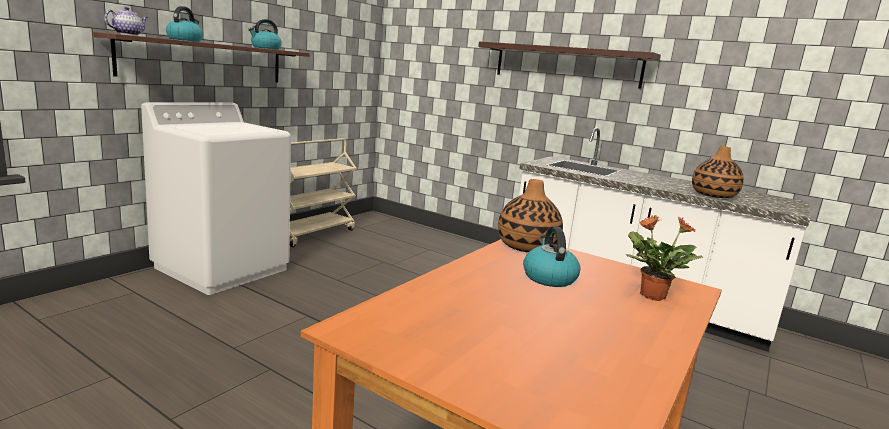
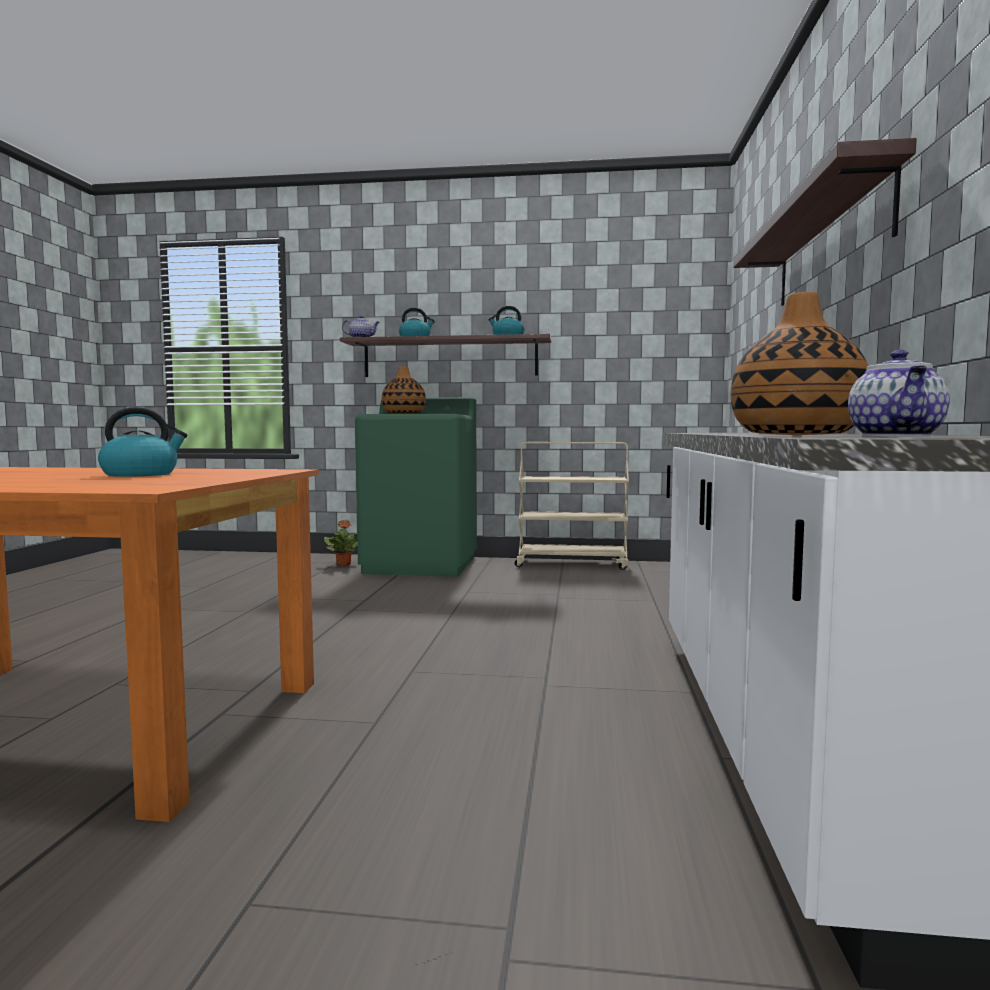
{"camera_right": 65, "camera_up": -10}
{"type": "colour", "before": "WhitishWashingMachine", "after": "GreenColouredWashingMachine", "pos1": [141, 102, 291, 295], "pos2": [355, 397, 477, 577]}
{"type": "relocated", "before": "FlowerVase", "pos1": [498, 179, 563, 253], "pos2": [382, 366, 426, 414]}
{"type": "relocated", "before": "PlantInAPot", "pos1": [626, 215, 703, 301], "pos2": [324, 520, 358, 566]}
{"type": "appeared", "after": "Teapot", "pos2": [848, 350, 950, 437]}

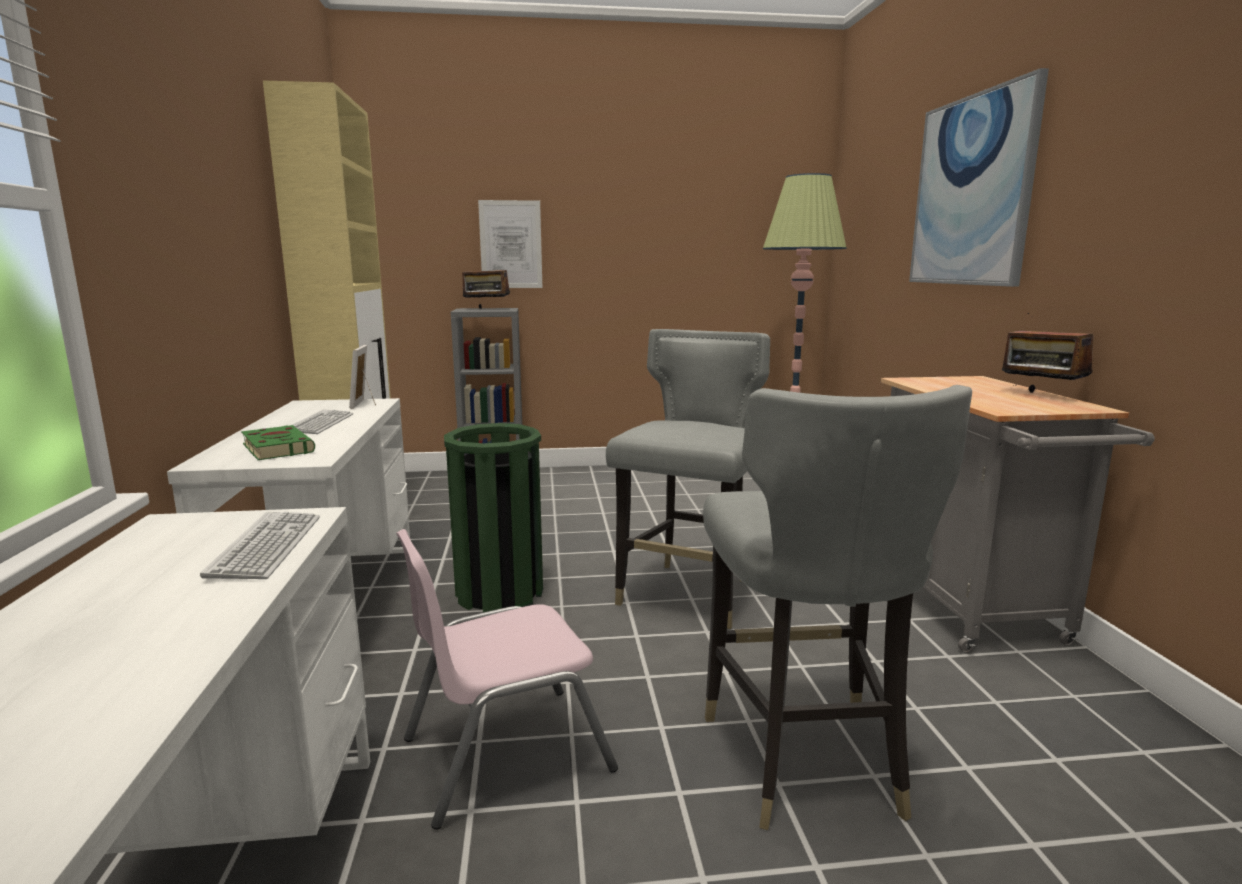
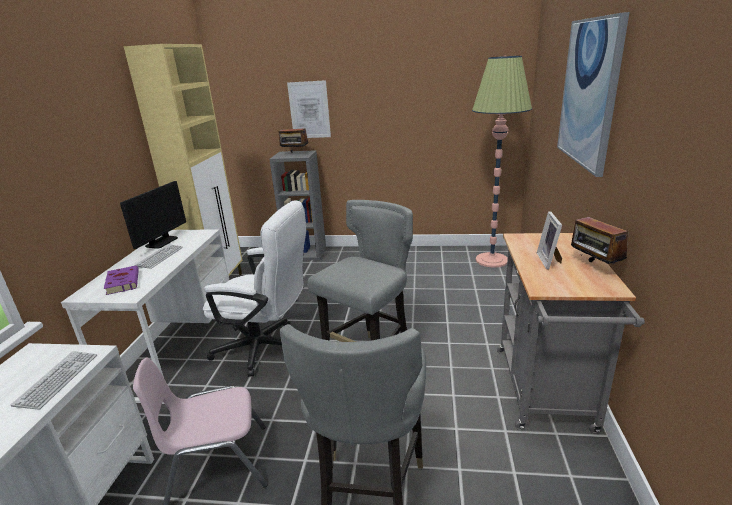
{"camera_right": 15, "camera_up": 10}
{"type": "colour", "before": "GreenColouredBook", "after": "PurpleColouredBook", "pos1": [241, 425, 315, 460], "pos2": [104, 266, 139, 295]}
{"type": "relocated", "before": "PhotoFrame", "pos1": [349, 345, 376, 409], "pos2": [537, 211, 562, 270]}
{"type": "exchanged", "before": "GreenColouredTrashCan", "after": "WhitishComputerChair", "pos1": [444, 423, 543, 612], "pos2": [203, 200, 306, 377]}
{"type": "appeared", "after": "Monitor", "pos2": [120, 181, 186, 249]}

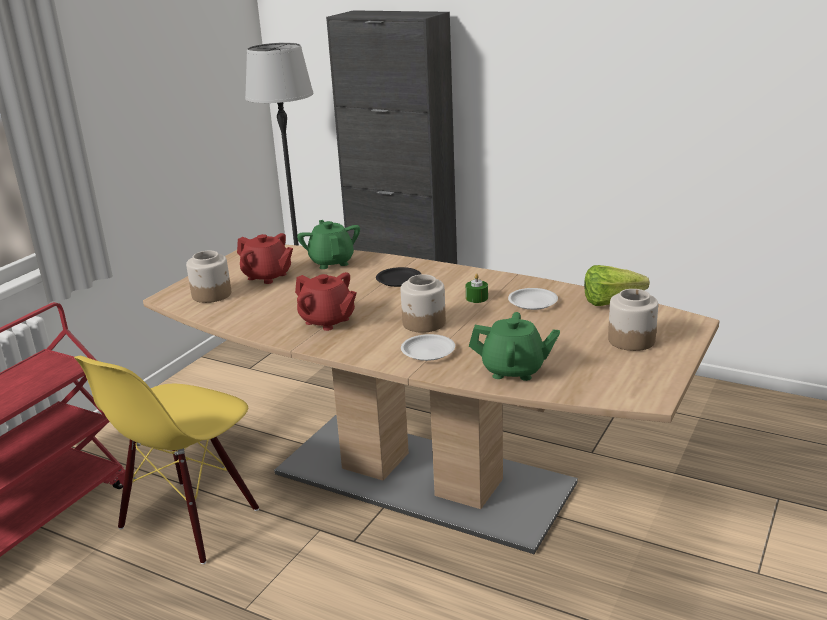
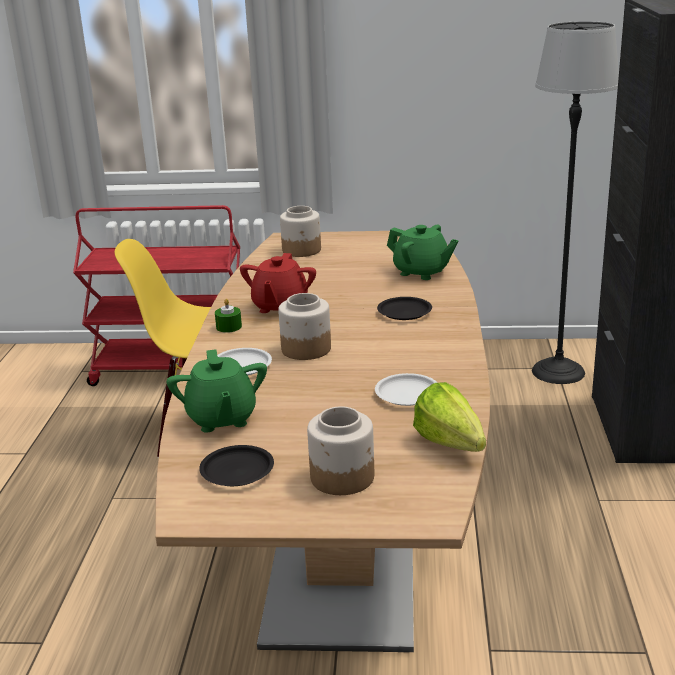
{"camera_right": 65, "camera_up": 0}
{"type": "missing", "before": "RedTeapot", "pos1": [237, 233, 293, 284]}
{"type": "spun", "before": "GreenColouredTeapot", "pos1": [297, 220, 360, 269], "pos2": [387, 225, 459, 280], "turn": 75}
{"type": "relocated", "before": "GreenColouredCandle", "pos1": [466, 273, 488, 303], "pos2": [215, 299, 242, 333]}
{"type": "appeared", "after": "BlackishPlate", "pos2": [199, 445, 274, 486]}

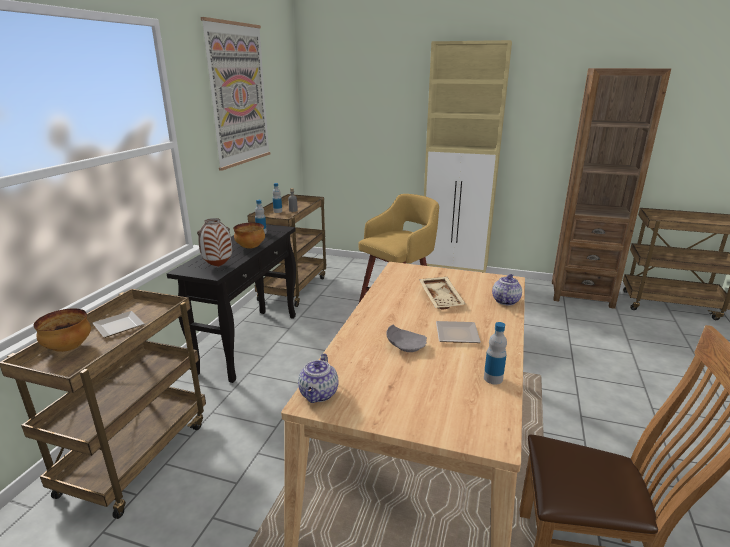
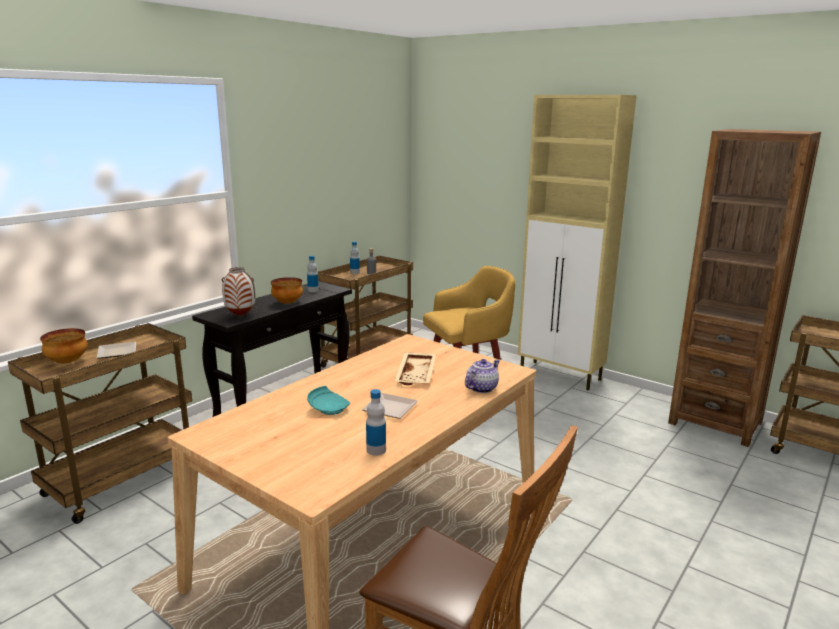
{"camera_right": 20, "camera_up": -5}
{"type": "missing", "before": "WallPicture", "pos1": [201, 17, 270, 171]}
{"type": "missing", "before": "Teapot", "pos1": [298, 353, 339, 403]}
{"type": "colour", "before": "GrayPlate", "after": "BlueGreenPlate", "pos1": [386, 324, 427, 352], "pos2": [307, 386, 350, 415]}

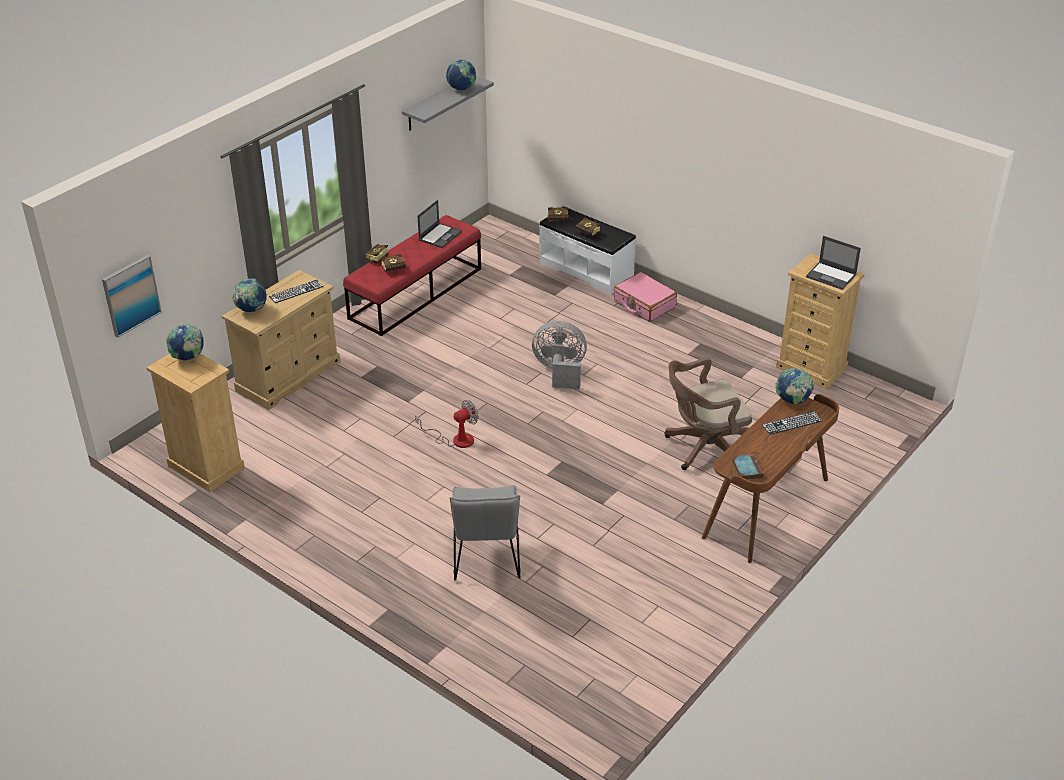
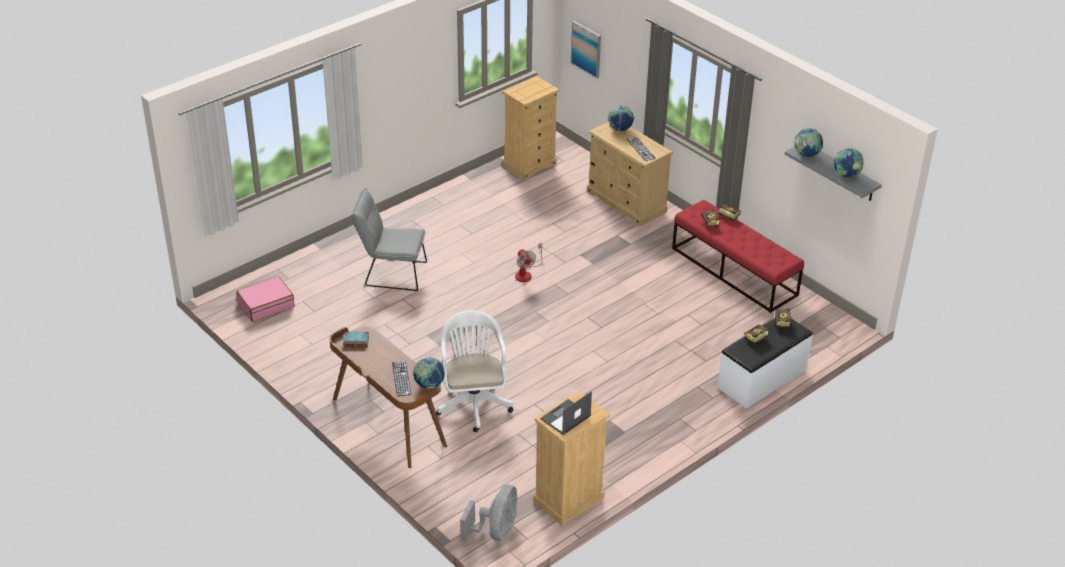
{"camera_right": 100, "camera_up": 0}
{"type": "relocated", "before": "Globe", "pos1": [166, 324, 204, 361], "pos2": [794, 128, 823, 157]}
{"type": "missing", "before": "NotebookComputer", "pos1": [418, 200, 462, 248]}
{"type": "relocated", "before": "GrayElectricFan", "pos1": [532, 321, 587, 390], "pos2": [460, 485, 518, 541]}
{"type": "relocated", "before": "PinkSuitcase", "pos1": [614, 272, 677, 322], "pos2": [236, 276, 294, 322]}
{"type": "colour", "before": "BrownishComputerChair", "after": "WhitishComputerChair", "pos1": [665, 357, 752, 470], "pos2": [436, 310, 514, 432]}

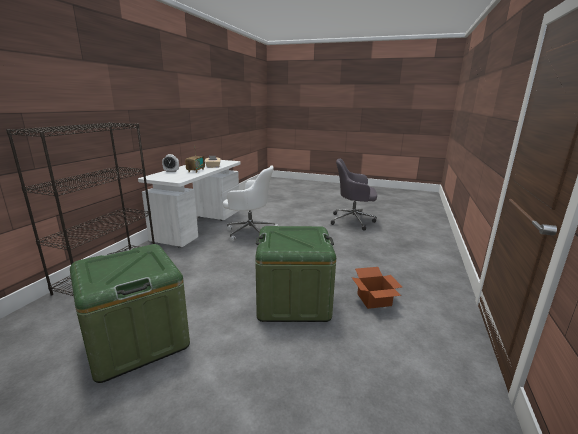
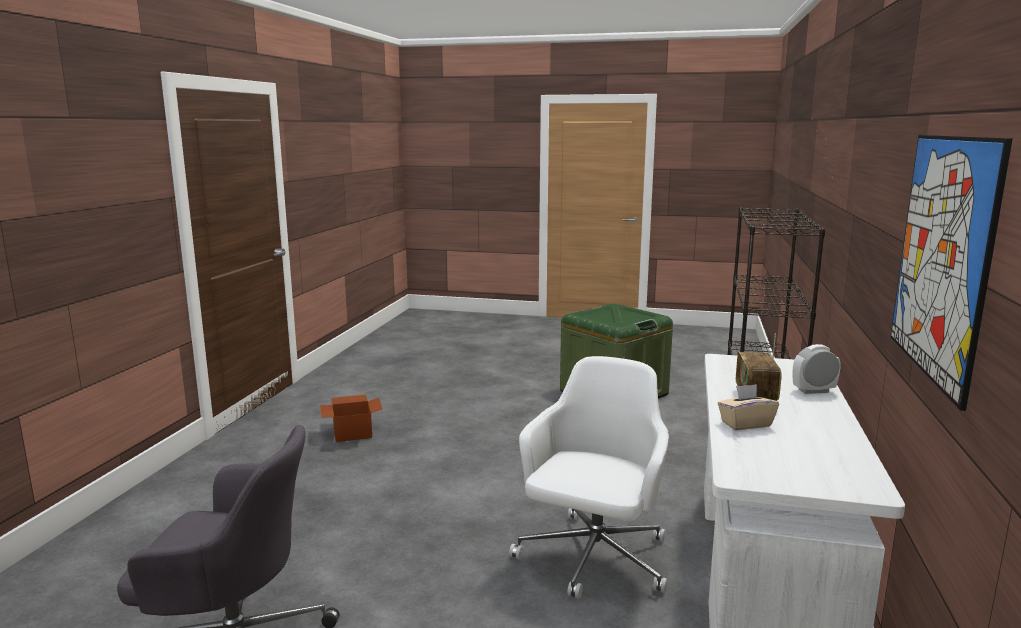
{"camera_right": 175, "camera_up": -5}
{"type": "spun", "before": "WhitishComputerChair", "pos1": [223, 165, 278, 242], "pos2": [509, 356, 669, 599], "turn": 105}
{"type": "missing", "before": "GreenColouredStorageBox", "pos1": [255, 226, 336, 322]}
{"type": "appeared", "after": "WallPicture", "pos2": [890, 135, 1013, 411]}

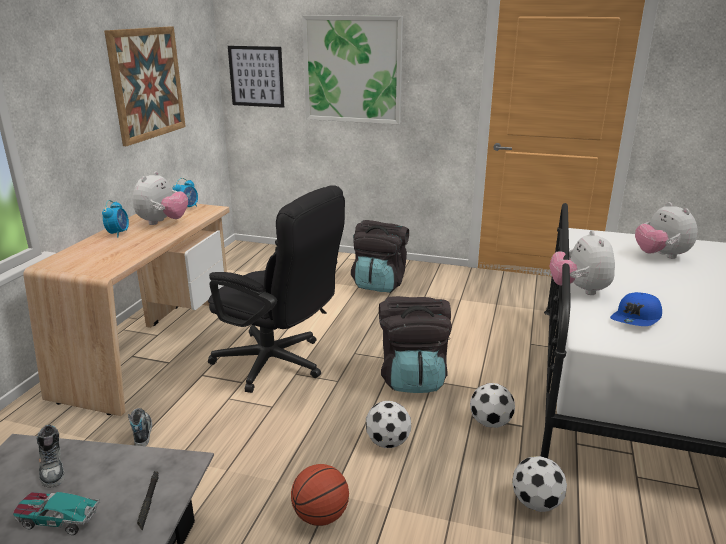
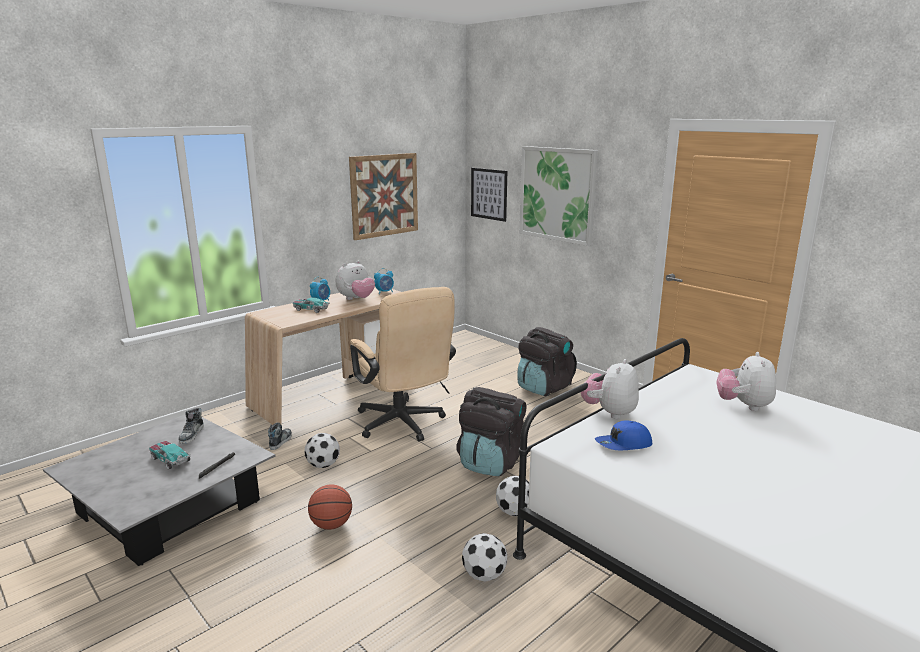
{"camera_right": 30, "camera_up": -5}
{"type": "colour", "before": "BlackishComputerChair", "after": "BeigeColouredComputerChair", "pos1": [208, 185, 345, 393], "pos2": [350, 287, 456, 442]}
{"type": "relocated", "before": "BallForFootball", "pos1": [366, 401, 411, 448], "pos2": [304, 433, 340, 468]}
{"type": "appeared", "after": "MiniatureCar", "pos2": [293, 297, 330, 313]}

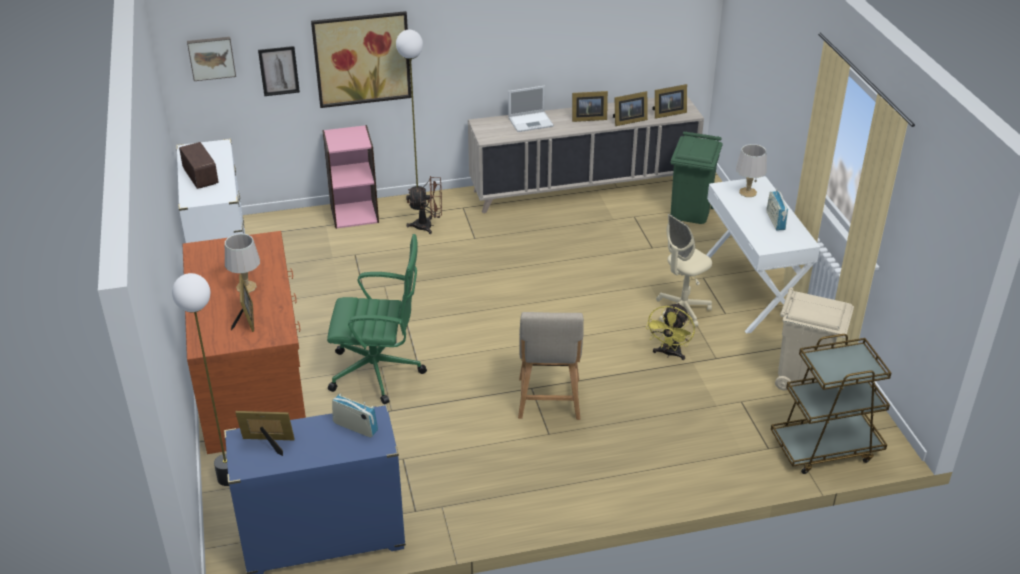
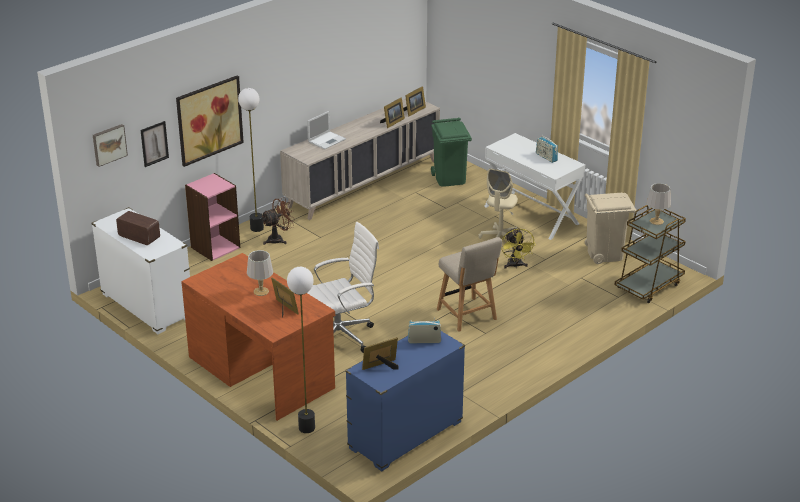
{"camera_right": -30, "camera_up": -5}
{"type": "colour", "before": "GreenColouredComputerChair", "after": "WhitishComputerChair", "pos1": [327, 234, 427, 404], "pos2": [307, 222, 379, 353]}
{"type": "missing", "before": "PhotoFrame", "pos1": [572, 91, 608, 122]}
{"type": "relocated", "before": "GrayTableLamp", "pos1": [736, 144, 767, 197], "pos2": [647, 183, 671, 225]}

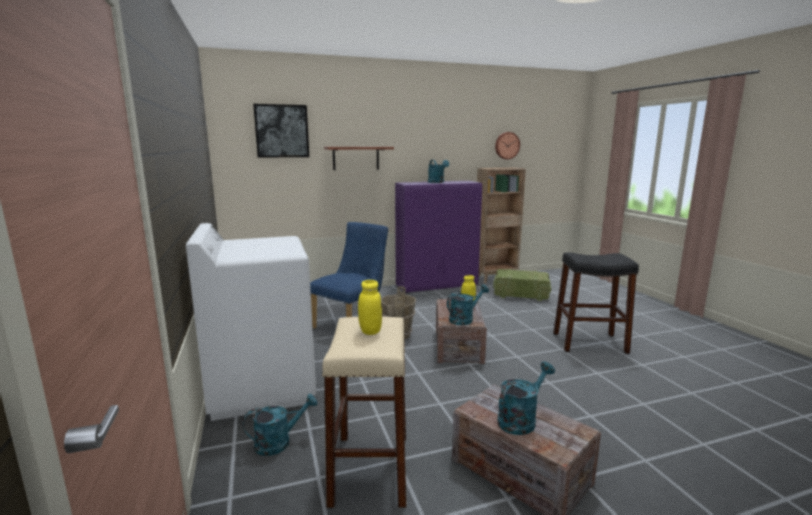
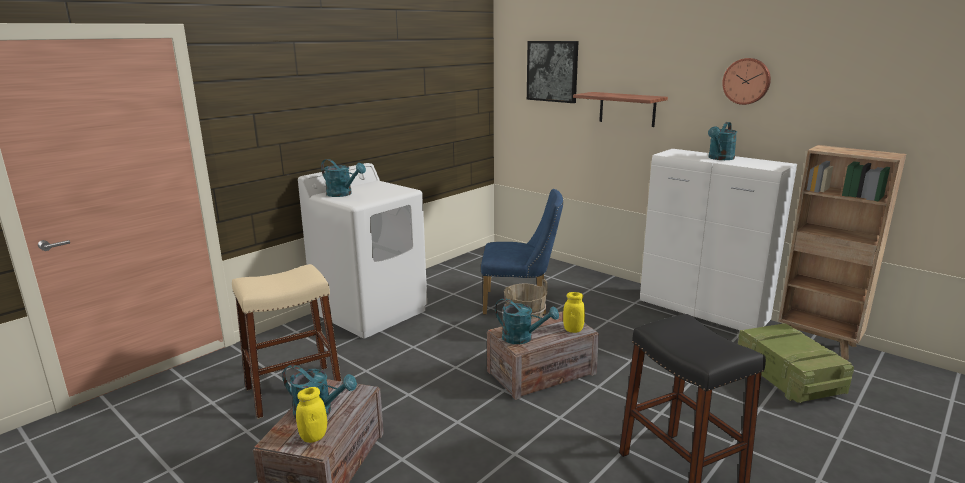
{"camera_right": 60, "camera_up": 5}
{"type": "relocated", "before": "BlueGreenSprinklingCan", "pos1": [243, 394, 317, 456], "pos2": [321, 159, 366, 197]}
{"type": "relocated", "before": "YellowStorageJar", "pos1": [358, 280, 382, 335], "pos2": [296, 387, 327, 443]}
{"type": "colour", "before": "PurpleColouredCabinet", "after": "WhitishCabinet", "pos1": [395, 181, 482, 294], "pos2": [640, 149, 797, 330]}
{"type": "relocated", "before": "WallClock", "pos1": [495, 132, 520, 159], "pos2": [722, 58, 771, 105]}

